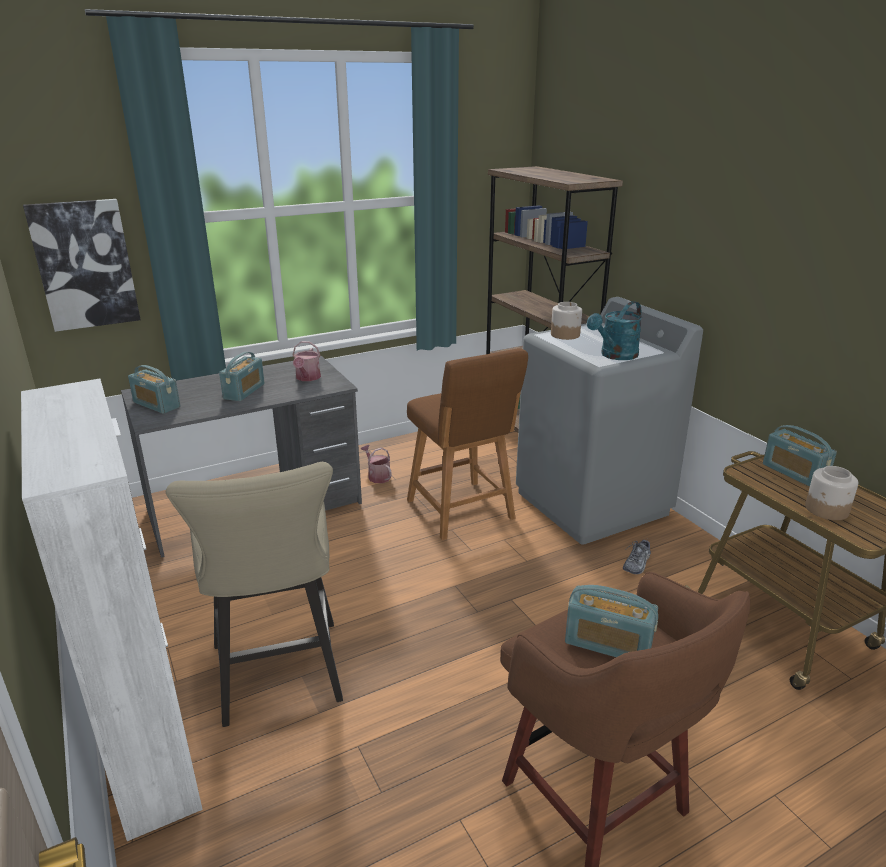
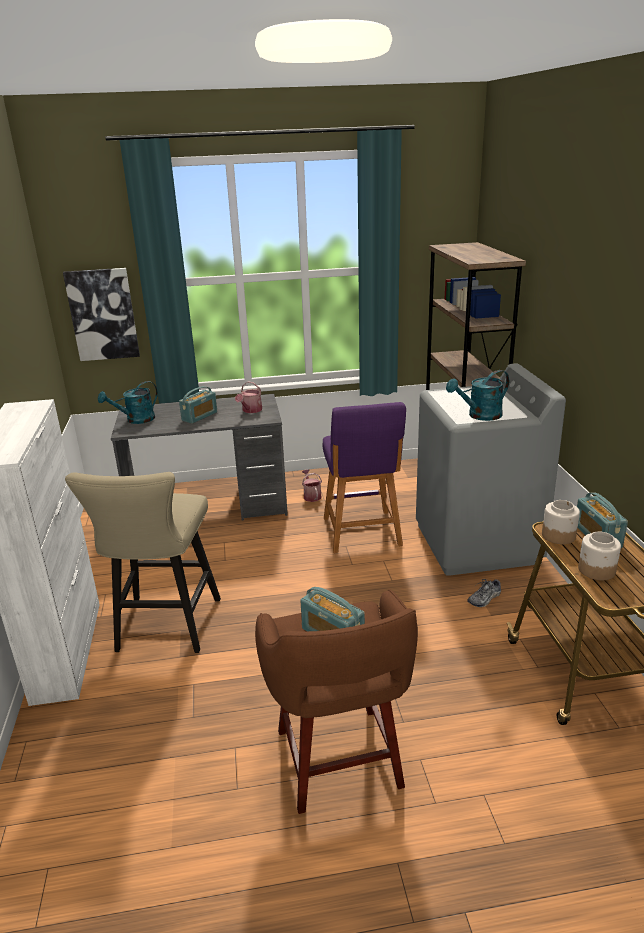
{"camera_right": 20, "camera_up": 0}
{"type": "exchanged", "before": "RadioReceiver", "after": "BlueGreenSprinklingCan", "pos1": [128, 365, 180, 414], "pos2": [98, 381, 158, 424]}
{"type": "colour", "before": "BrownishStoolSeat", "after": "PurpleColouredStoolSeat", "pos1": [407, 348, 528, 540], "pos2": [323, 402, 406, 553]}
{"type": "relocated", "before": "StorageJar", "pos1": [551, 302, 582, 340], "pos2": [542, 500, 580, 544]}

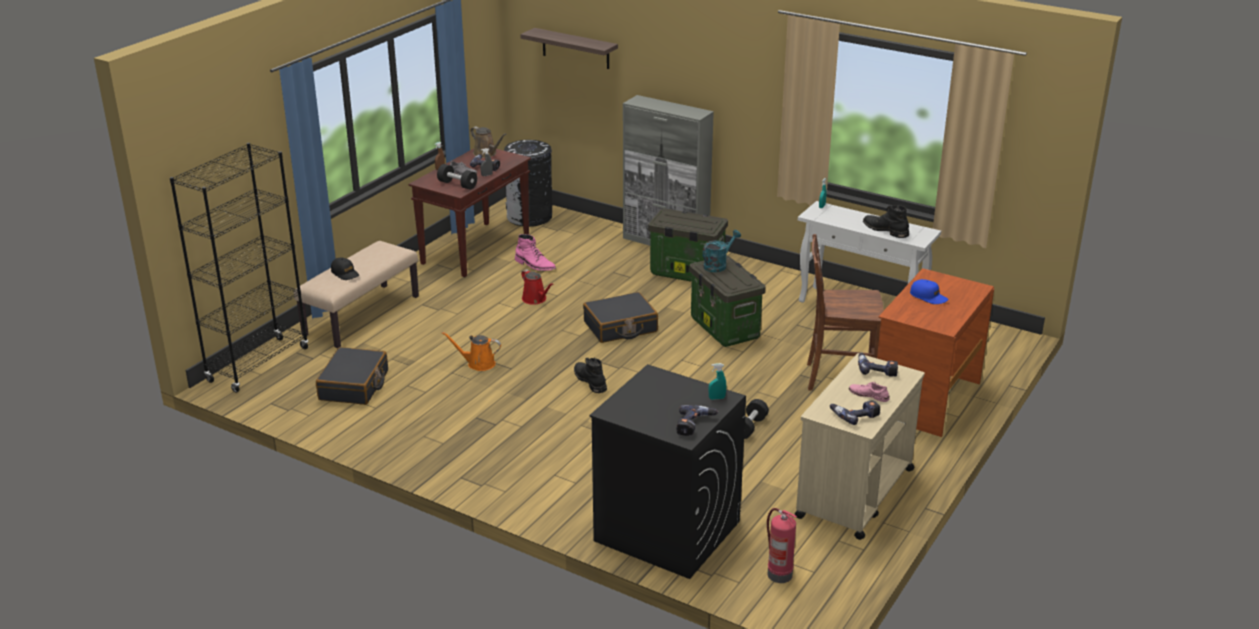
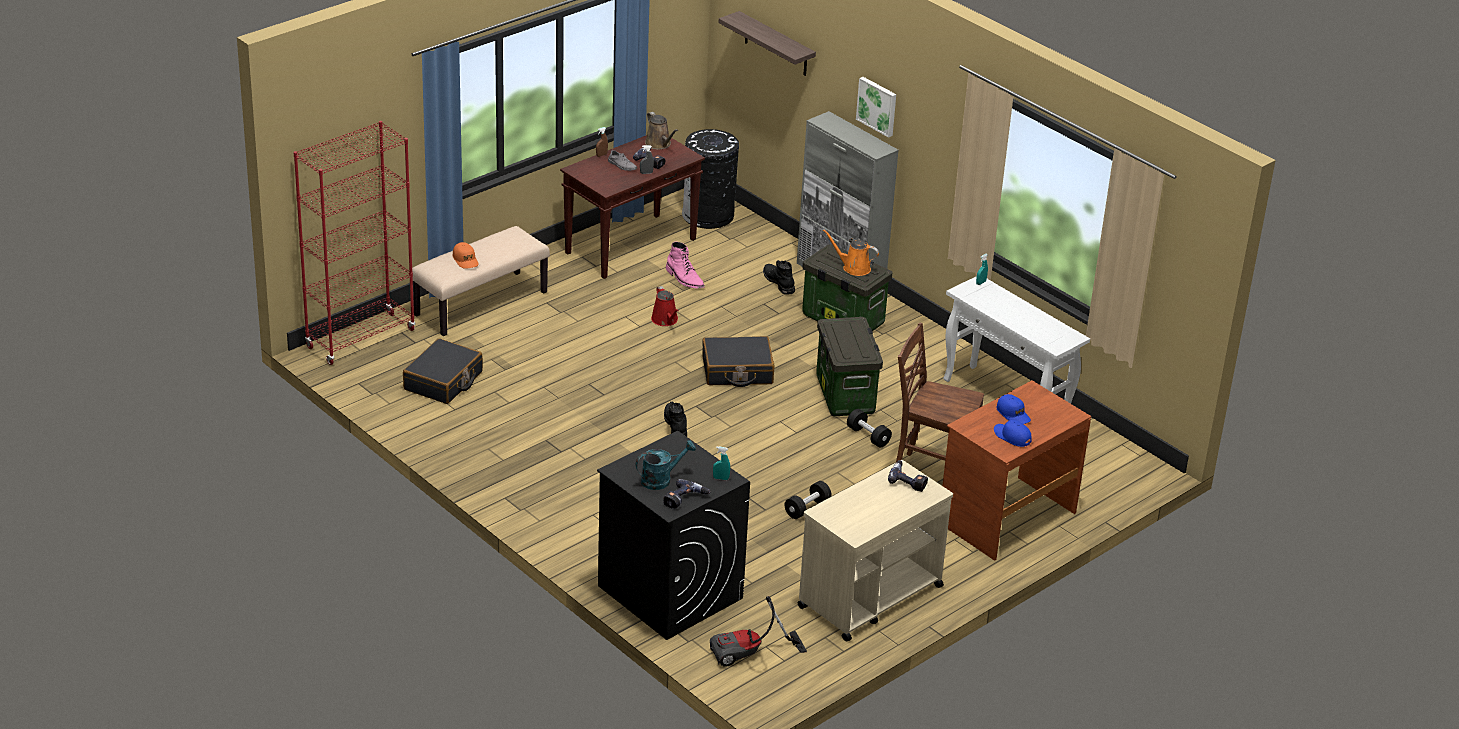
{"camera_right": 15, "camera_up": 5}
{"type": "colour", "before": "BlackishShelvingUnit", "after": "RedShelvingUnit", "pos1": [170, 143, 309, 393], "pos2": [294, 121, 415, 365]}
{"type": "colour", "before": "BlackishPeakedCap", "after": "OrangeyPeakedCap", "pos1": [331, 257, 359, 280], "pos2": [453, 242, 478, 269]}
{"type": "relocated", "before": "BlackishFreeWeight", "pos1": [437, 164, 477, 190], "pos2": [847, 409, 892, 448]}
{"type": "relocated", "before": "OrangeySprinklingCan", "pos1": [442, 332, 501, 371], "pos2": [823, 229, 879, 276]}
{"type": "relocated", "before": "BlueGreenSprinklingCan", "pos1": [702, 230, 741, 272], "pos2": [636, 440, 696, 490]}
{"type": "exchanged", "before": "FireExtinguisher", "after": "VacuumCleaner", "pos1": [767, 508, 797, 583], "pos2": [710, 596, 807, 667]}
{"type": "missing", "before": "PowerDrill", "pos1": [830, 400, 880, 425]}
{"type": "missing", "before": "PinkShoe", "pos1": [849, 382, 890, 402]}
{"type": "relocated", "before": "BlackishTallBoot", "pos1": [863, 205, 909, 238], "pos2": [763, 260, 795, 295]}
{"type": "appeared", "after": "WallPicture", "pos2": [856, 77, 896, 138]}
{"type": "appeared", "after": "BluishPeakedCap", "pos2": [994, 420, 1032, 447]}

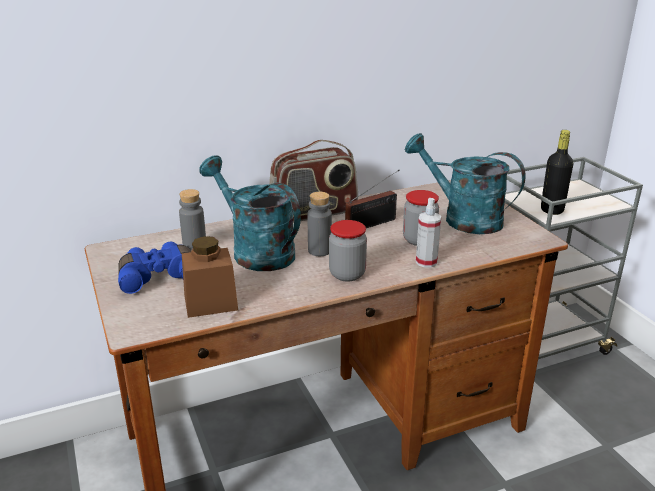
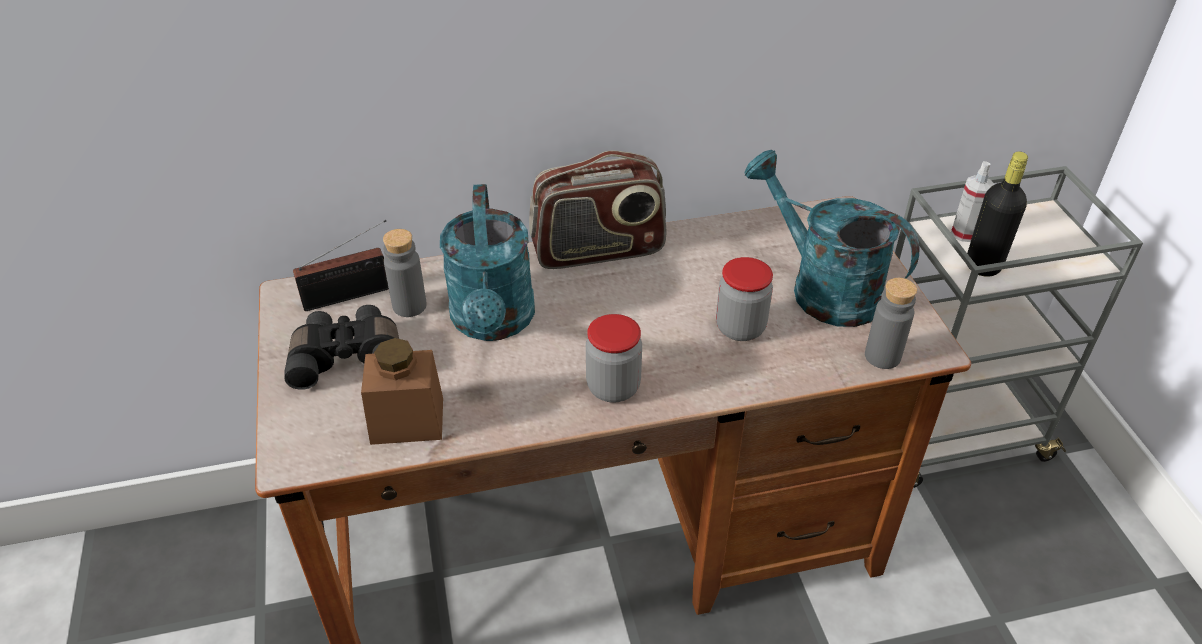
{"camera_right": 10, "camera_up": 15}
{"type": "colour", "before": "BluishBinoculars", "after": "BlackishBinoculars", "pos1": [118, 242, 191, 294], "pos2": [285, 305, 399, 390]}
{"type": "spun", "before": "BlueGreenSprinklingCan", "pos1": [200, 155, 301, 271], "pos2": [440, 184, 535, 341], "turn": -150}
{"type": "relocated", "before": "GrayBottle", "pos1": [307, 192, 332, 256], "pos2": [865, 278, 917, 369]}
{"type": "relocated", "before": "RadioReceiver", "pos1": [345, 170, 399, 228], "pos2": [293, 220, 389, 311]}
{"type": "relocated", "before": "SprayBottle", "pos1": [416, 198, 441, 268], "pos2": [951, 161, 995, 242]}

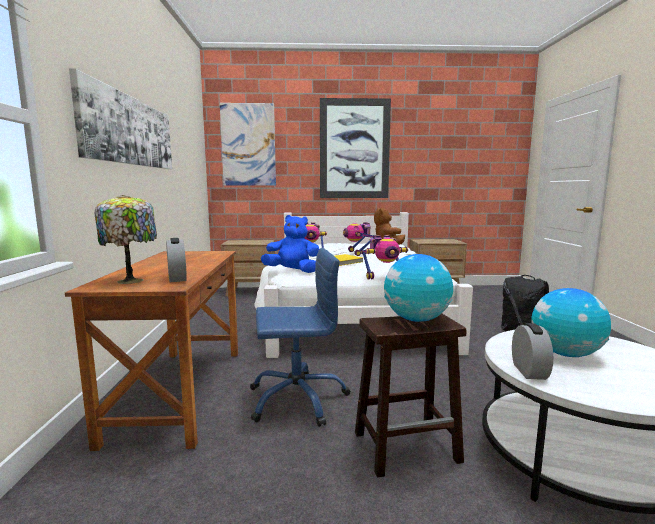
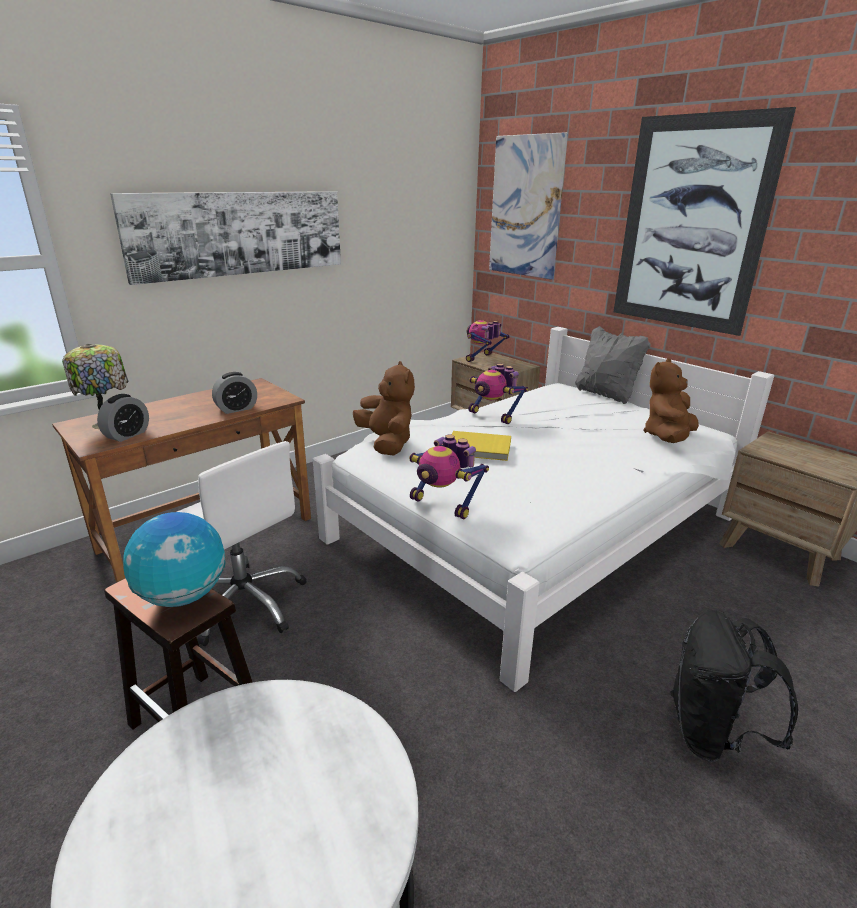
{"camera_right": 50, "camera_up": 15}
{"type": "colour", "before": "BluishComputerChair", "after": "WhitishComputerChair", "pos1": [250, 248, 351, 427], "pos2": [177, 441, 306, 646]}
{"type": "colour", "before": "BluishPlushToy", "after": "BrownishPlushToy", "pos1": [261, 215, 319, 273], "pos2": [353, 361, 415, 456]}
{"type": "relocated", "before": "ToyRobot", "pos1": [343, 222, 375, 256], "pos2": [466, 320, 510, 362]}
{"type": "relocated", "before": "BedsideClock", "pos1": [512, 323, 553, 380], "pos2": [212, 372, 257, 414]}
{"type": "missing", "before": "Globe", "pos1": [531, 288, 611, 357]}
{"type": "appeared", "after": "GrayPillow", "pos2": [575, 326, 651, 404]}

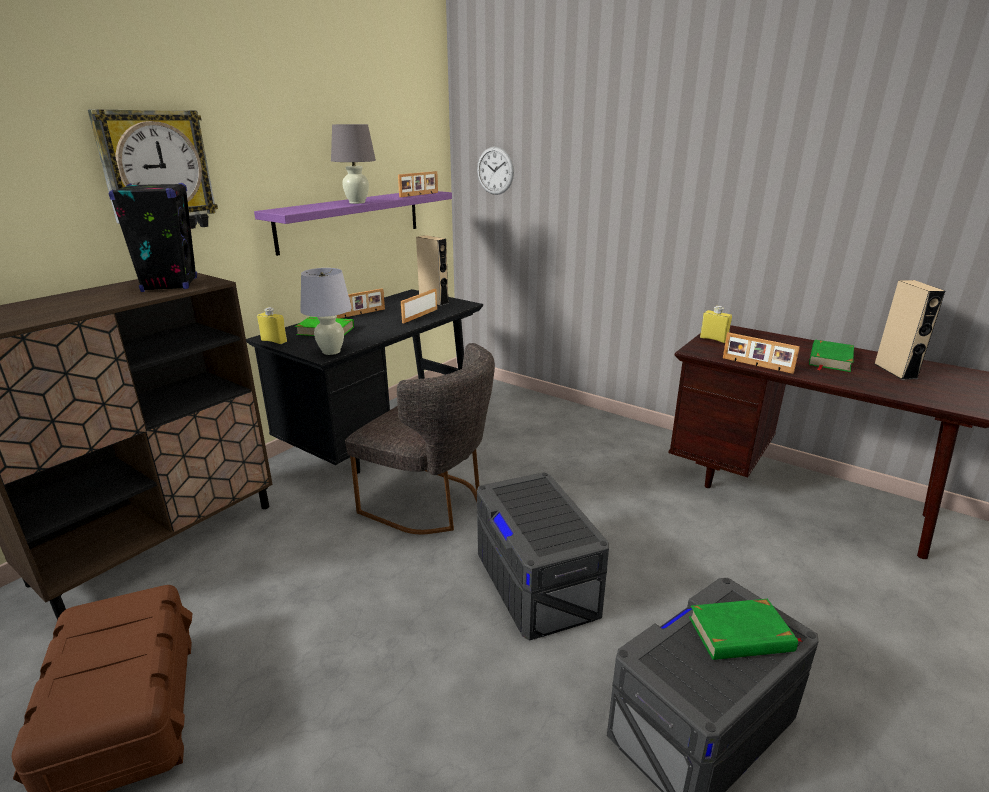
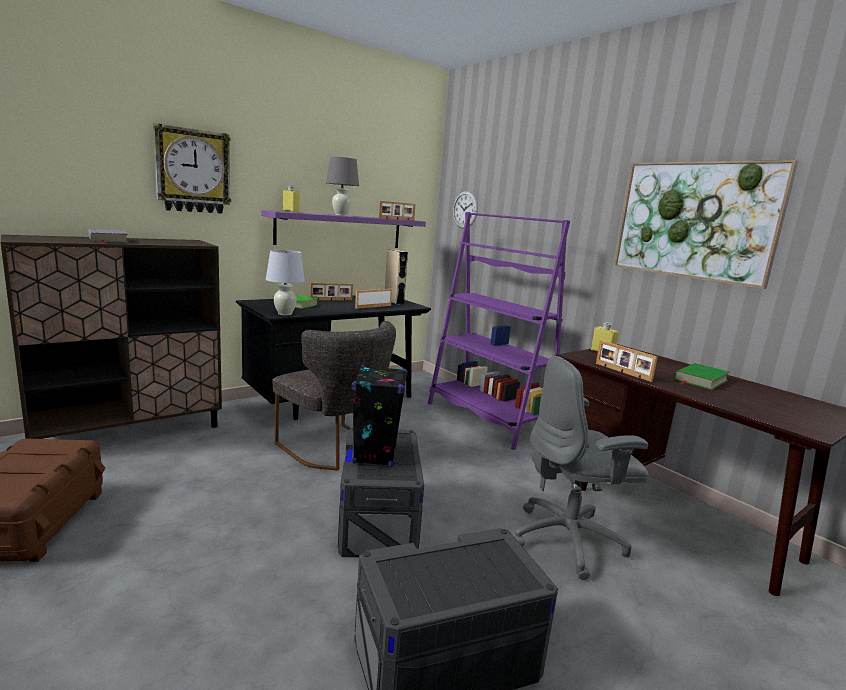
{"camera_right": 15, "camera_up": -10}
{"type": "relocated", "before": "BlackishSpeaker", "pos1": [109, 183, 197, 292], "pos2": [352, 365, 408, 467]}
{"type": "relocated", "before": "YellowBottle", "pos1": [257, 307, 287, 344], "pos2": [283, 185, 300, 213]}
{"type": "missing", "before": "GreenColouredBook", "pos1": [689, 599, 803, 660]}
{"type": "missing", "before": "BeigeColouredSpeaker", "pos1": [874, 280, 945, 380]}
{"type": "appeared", "after": "GrayBook", "pos2": [88, 229, 129, 243]}
{"type": "appeared", "after": "PurpleColouredShelvingUnit", "pos2": [428, 212, 570, 450]}
{"type": "appeared", "after": "GrayComputerChair", "pos2": [515, 356, 649, 580]}
{"type": "appeared", "after": "WallPicture", "pos2": [614, 160, 799, 289]}

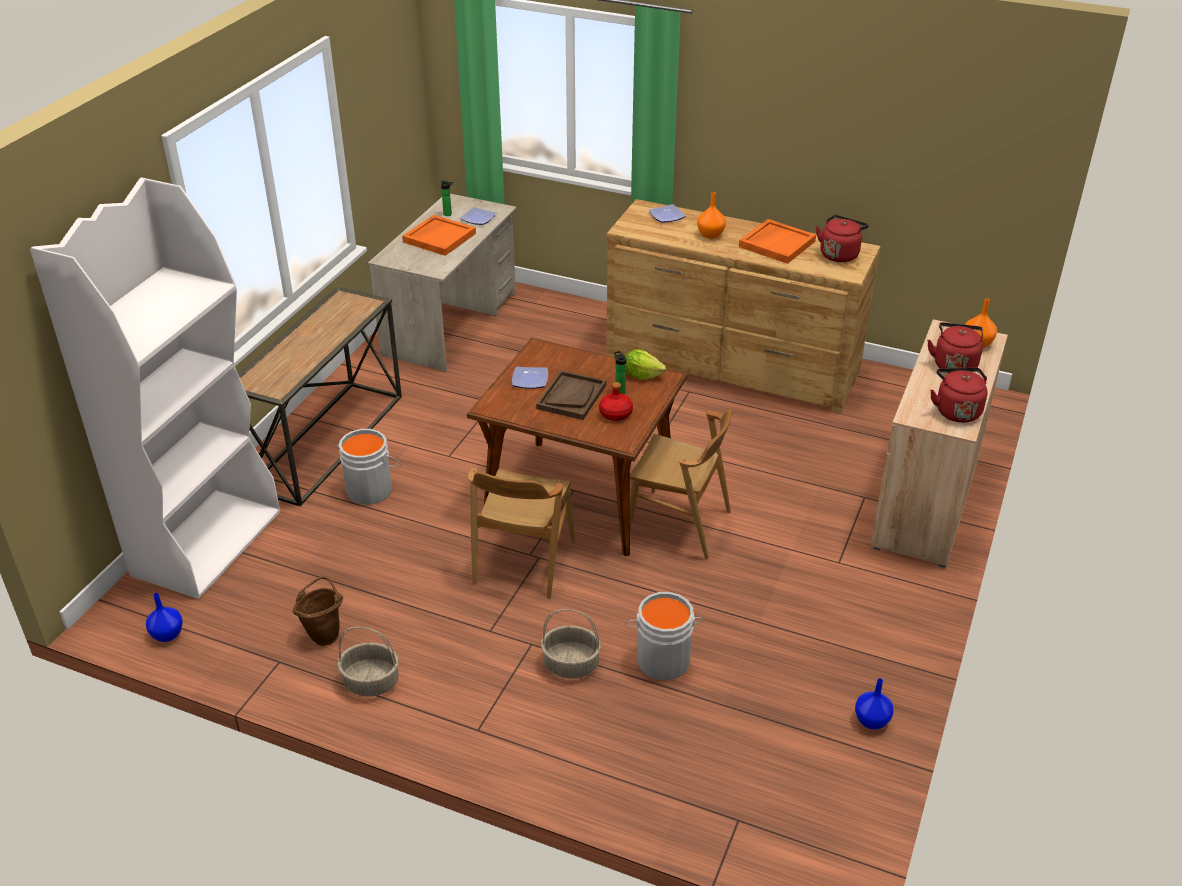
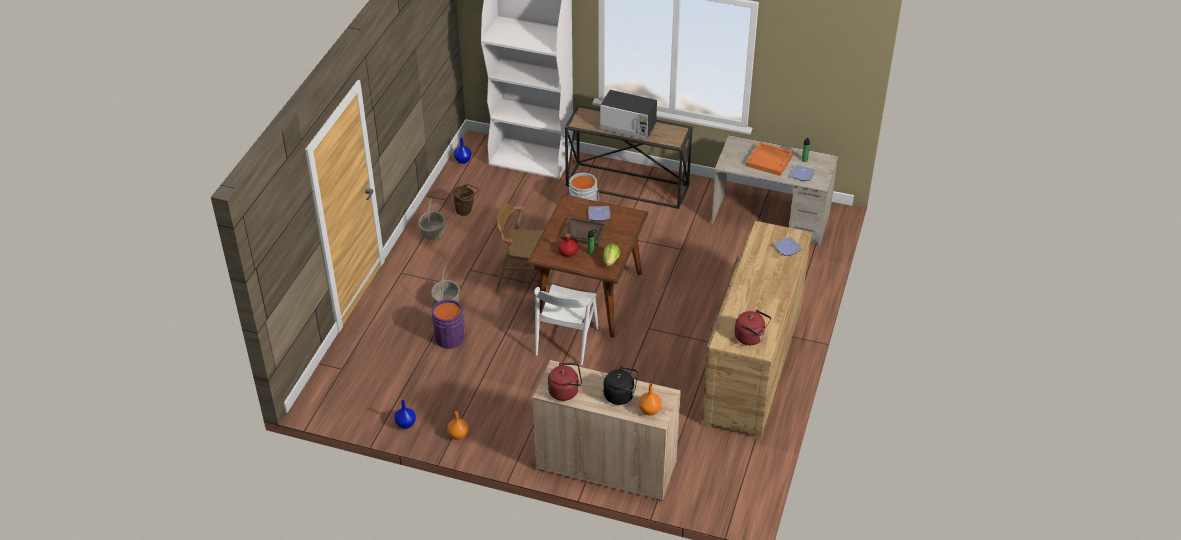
{"camera_right": 85, "camera_up": 5}
{"type": "colour", "before": "GrayPail", "after": "PurpleColouredPail", "pos1": [625, 592, 704, 680], "pos2": [432, 299, 466, 349]}
{"type": "colour", "before": "BrownishChair", "after": "WhitishChair", "pos1": [630, 409, 732, 559], "pos2": [534, 284, 598, 365]}
{"type": "relocated", "before": "OrangeyFlowerVase", "pos1": [697, 192, 726, 239], "pos2": [447, 411, 469, 440]}
{"type": "missing", "before": "OrangeyServingTray", "pos1": [739, 219, 816, 264]}
{"type": "colour", "before": "RedWaterKettle", "after": "BlackishWaterKettle", "pos1": [927, 322, 983, 373], "pos2": [603, 366, 638, 405]}
{"type": "appeared", "after": "MicrowaveOven", "pos2": [600, 90, 657, 140]}

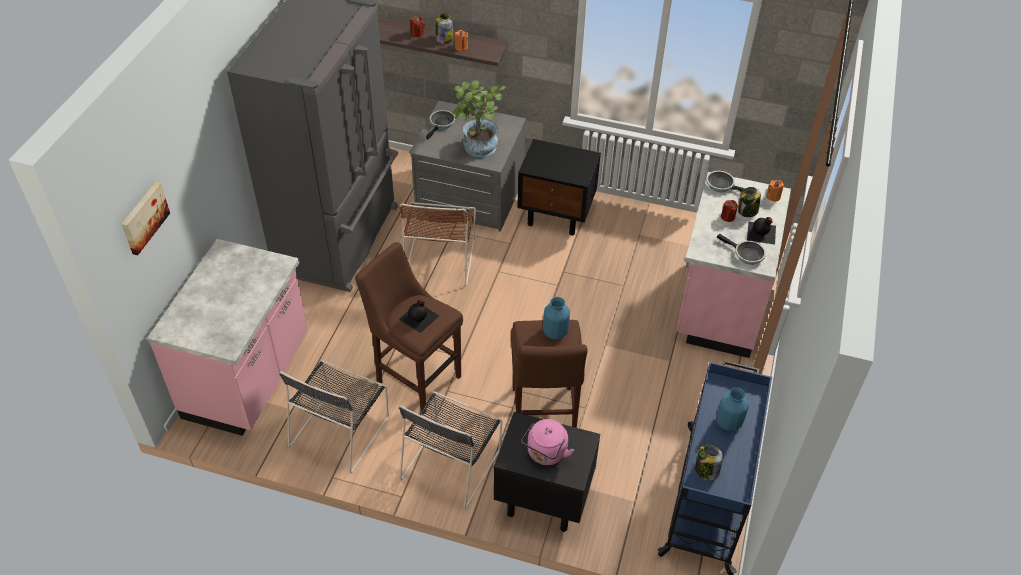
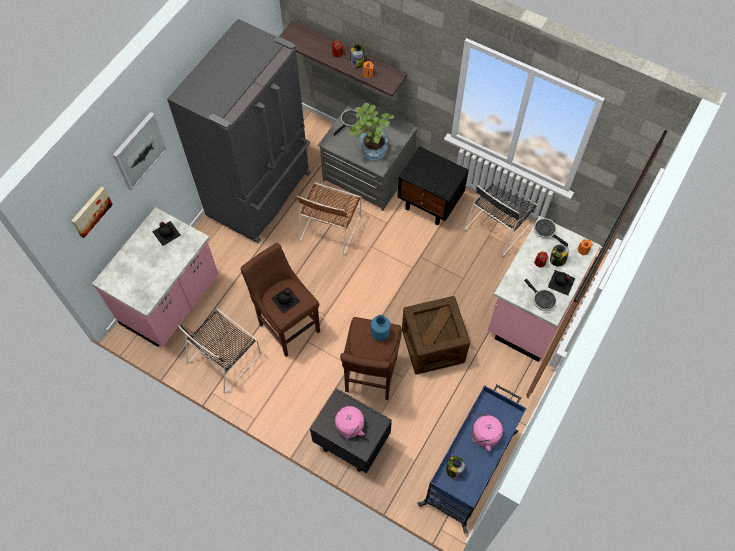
{"camera_right": 15, "camera_up": 15}
{"type": "relocated", "before": "BlackishChair", "pos1": [399, 391, 503, 509], "pos2": [464, 180, 537, 256]}
{"type": "exchanged", "before": "BluishFlowerVase", "after": "PinkWaterKettle", "pos1": [716, 387, 749, 431], "pos2": [471, 414, 503, 451]}
{"type": "appeared", "after": "WallPicture", "pos2": [113, 112, 167, 191]}
{"type": "appeared", "after": "BlackishBottle", "pos2": [152, 221, 181, 246]}
{"type": "appeared", "after": "Crate", "pos2": [402, 296, 470, 375]}

